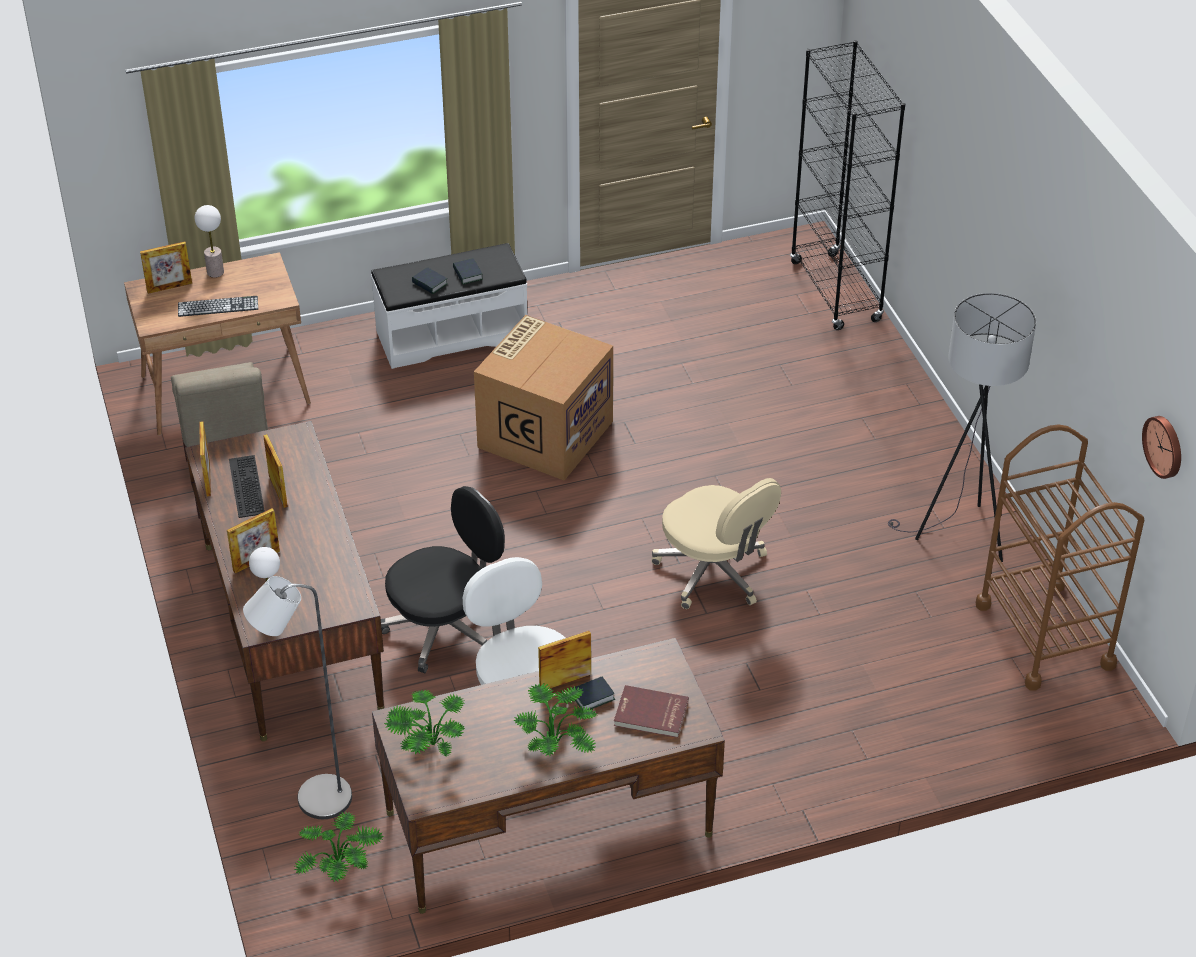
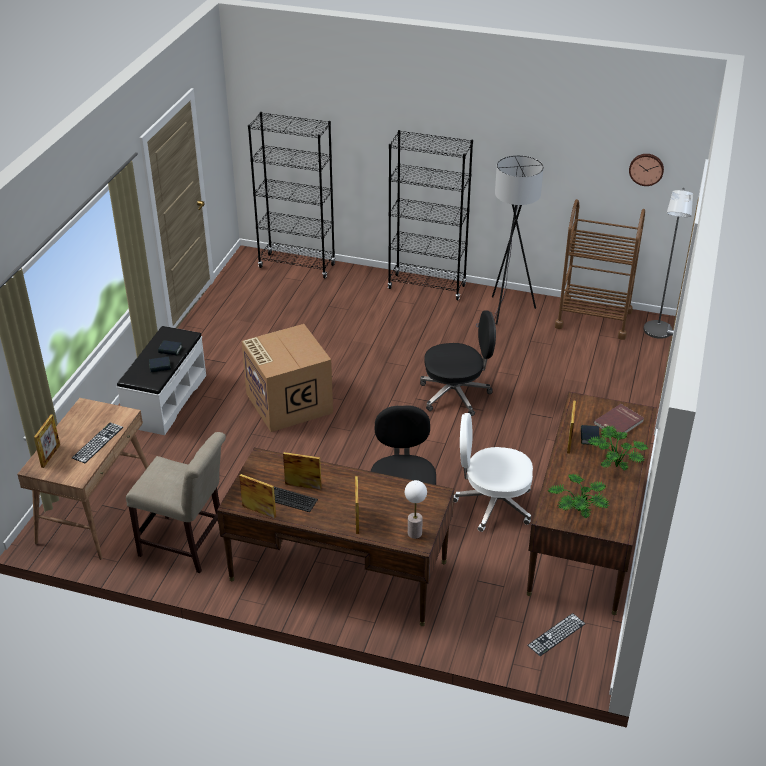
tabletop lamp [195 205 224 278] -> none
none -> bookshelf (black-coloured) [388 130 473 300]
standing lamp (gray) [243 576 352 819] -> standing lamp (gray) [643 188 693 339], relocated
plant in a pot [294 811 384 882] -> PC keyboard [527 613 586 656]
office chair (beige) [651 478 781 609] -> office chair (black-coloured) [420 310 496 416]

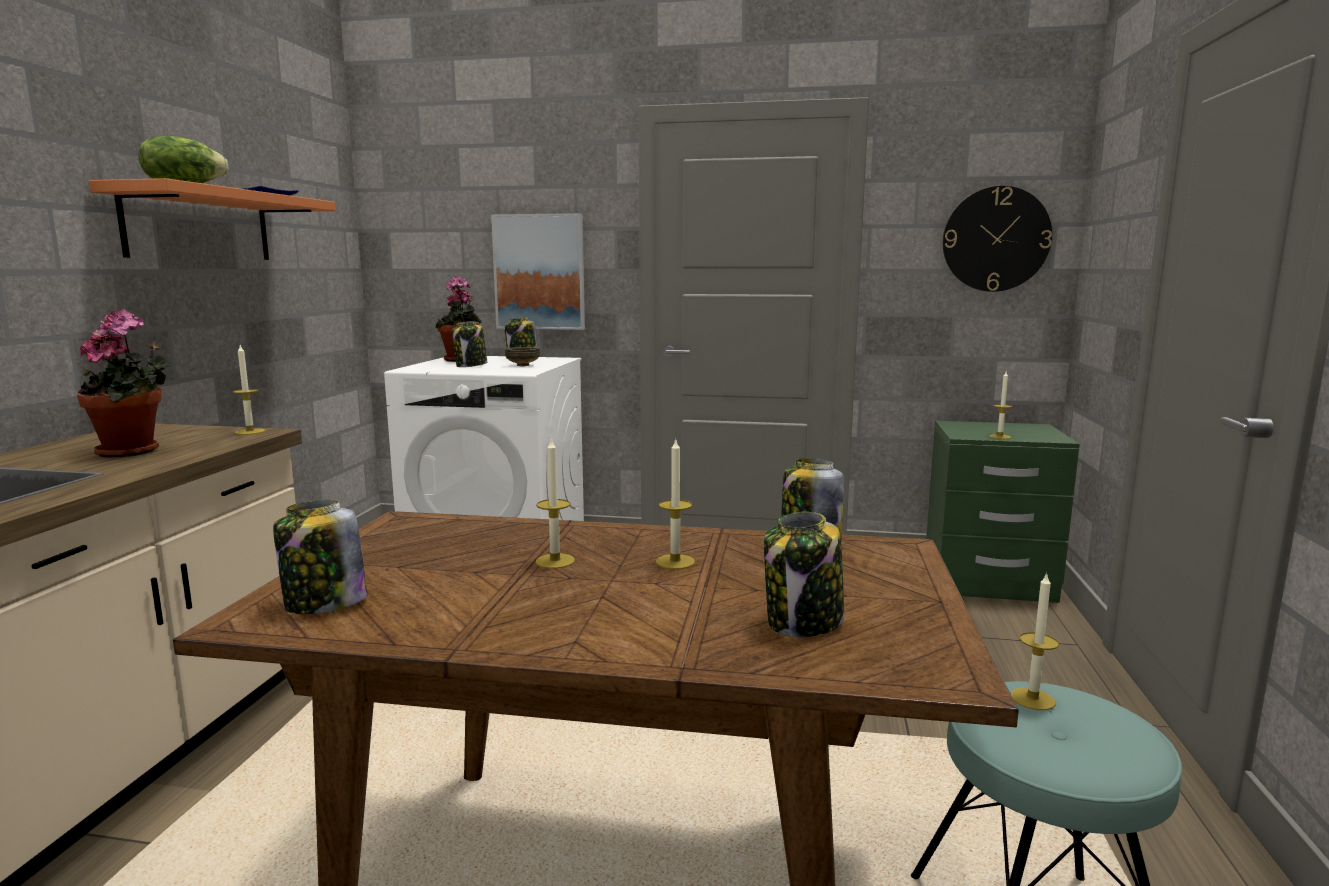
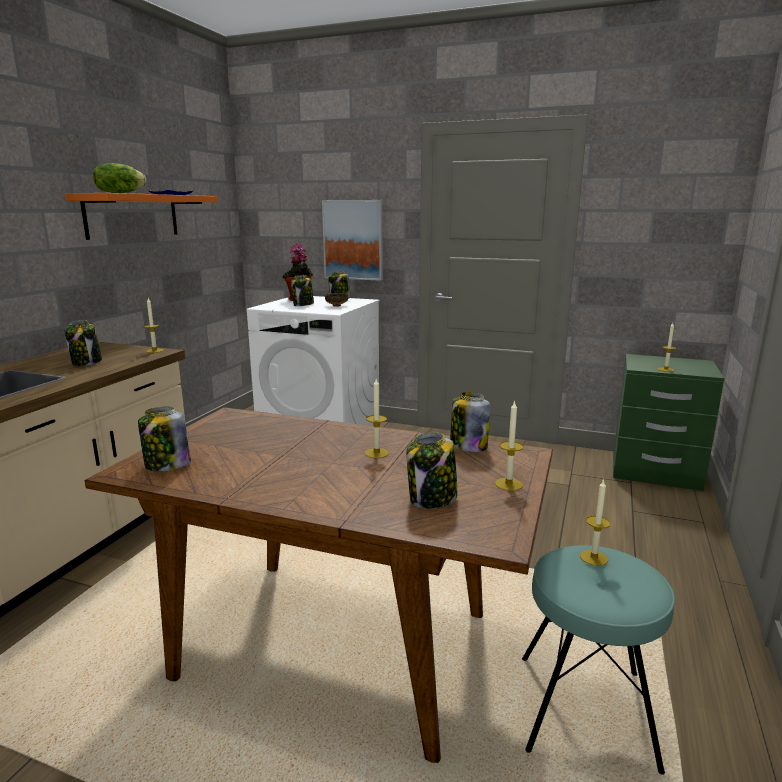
wall clock [943 186 1052 292] -> none
candle [535 438 575 569] -> candle [495 400 524 491], relocated
plant in a pot [77 309 171 457] -> jar [64 320 102 366]

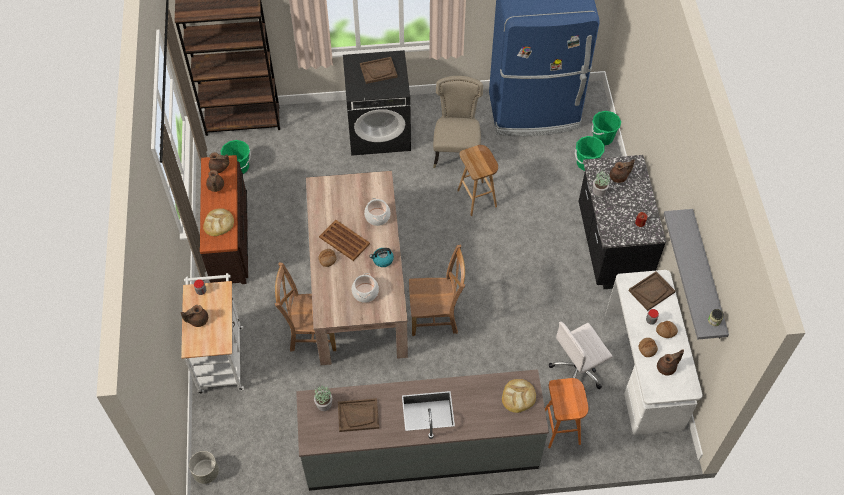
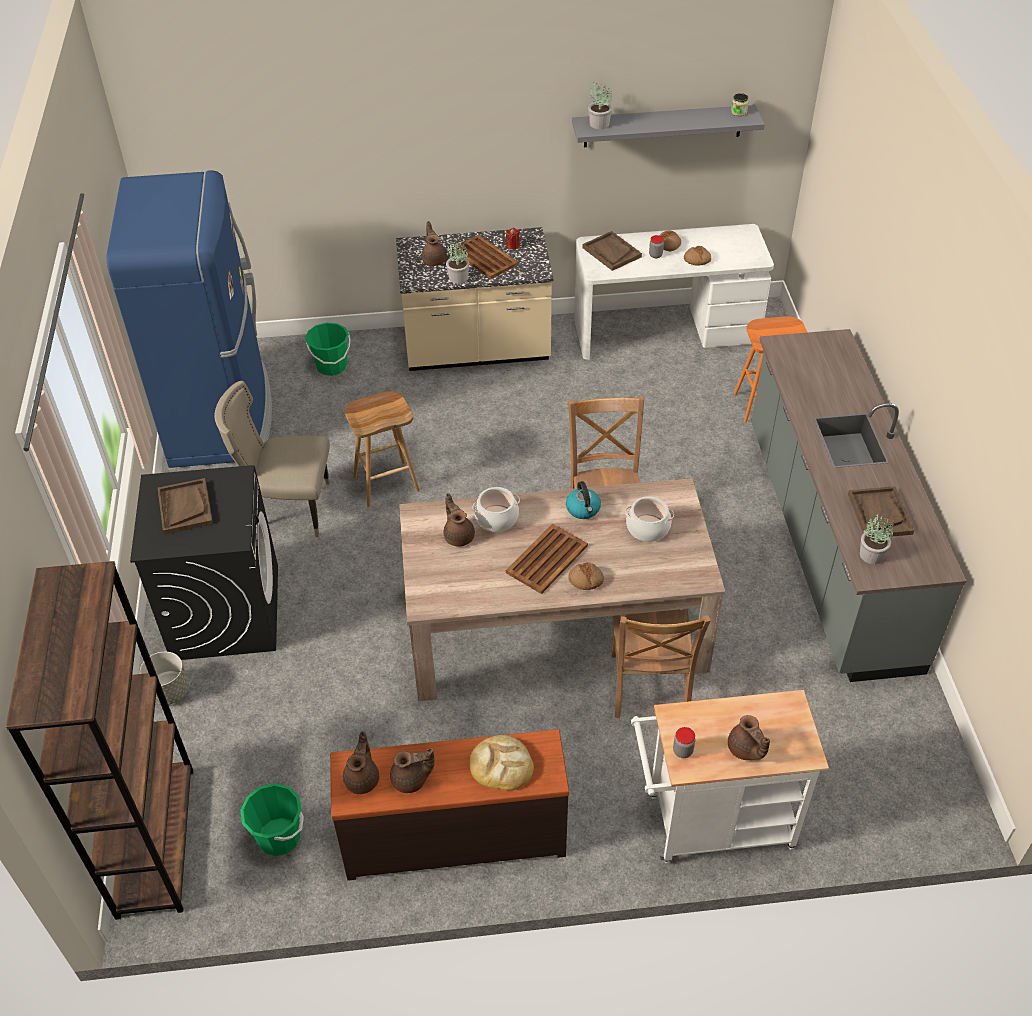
bakery bread [502 379 536 413] -> none
office chair (white) [549 322 613 389] -> none
bucket (green-coloured) [592 111 621 146] -> none
none -> serving tray (brown) [452 235 518 279]
none -> plant in a pot [588 82 612 129]
planter (gray) [189 451 219 484] -> planter (gray) [140 652 189 705], relocated
pot for tea (brown) [657 349 684 376] -> pot for tea (brown) [443 493 475 547], relocated
kitchen counter (black-coloured) [579 155 666 289] -> kitchen counter (beige) [396 227 553 371]

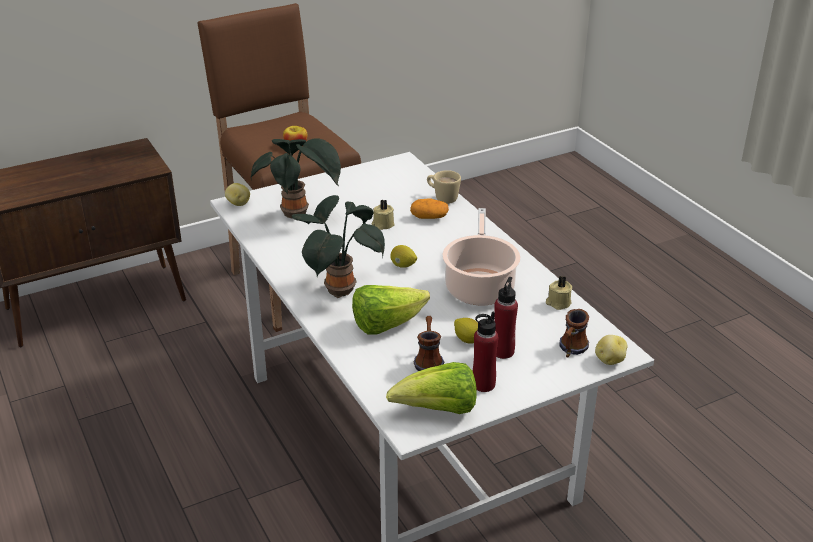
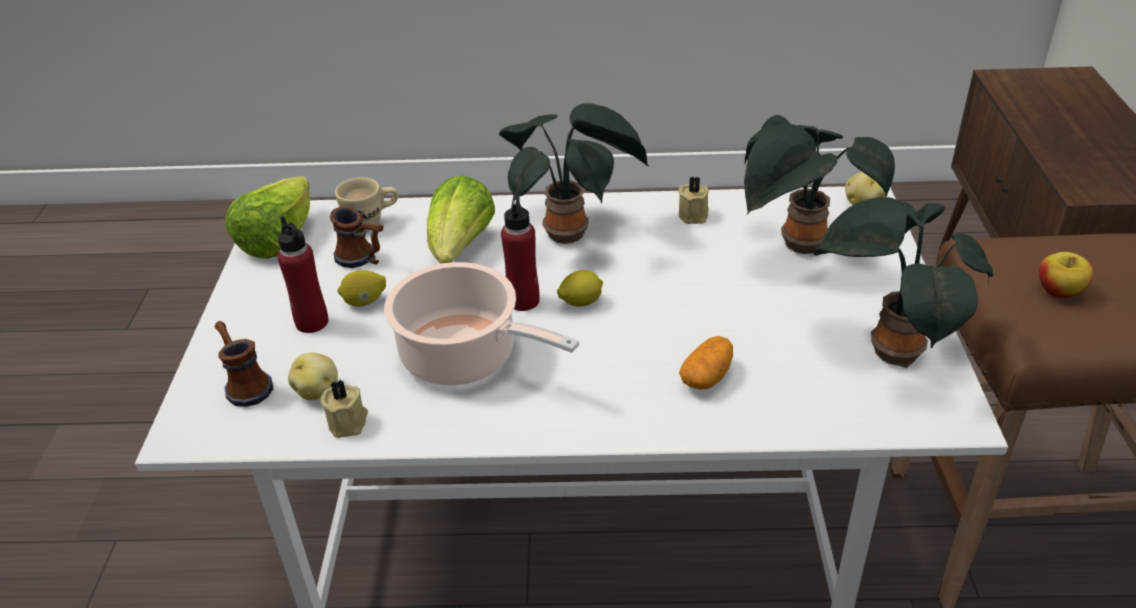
none -> plant in a pot [813 197 994 368]
candle (beige) [372 199 395 230] -> candle (beige) [678 176 709 224], relocated
coffee mug (beige) [427 170 461 204] -> coffee mug (beige) [335 177 398 231], relocated
drink bottle (red) [473 311 498 392] -> drink bottle (red) [501 191 540 311], relocated
potato [595 335 627 365] -> potato [288 352 338 400], relocated

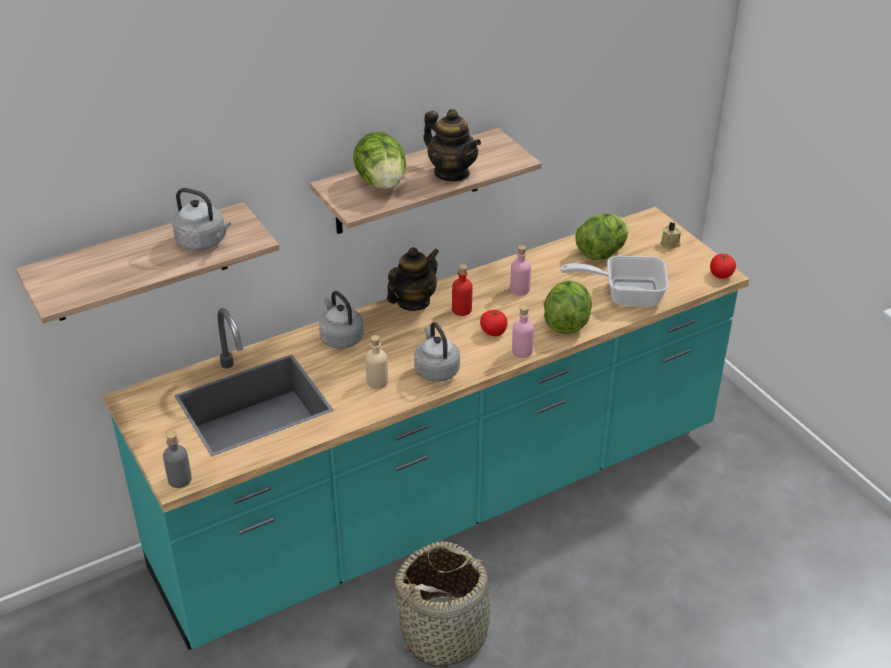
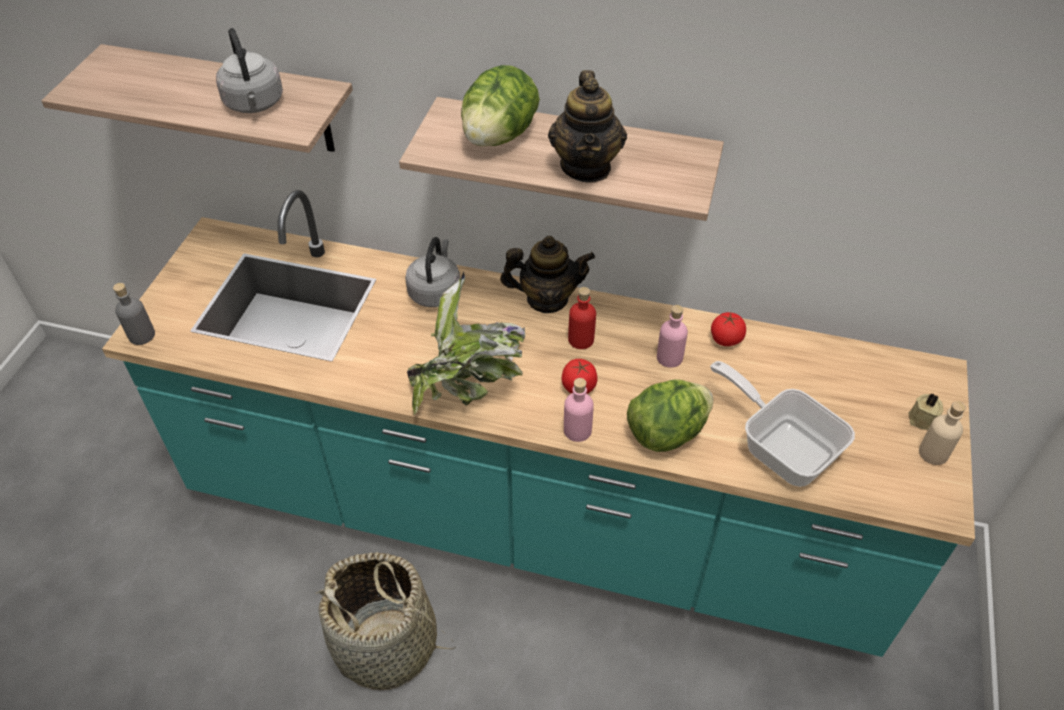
lettuce [576 213 629 260] -> none
drink bottle (beige) [365 335 388 389] -> drink bottle (beige) [919 401 966 465], relocated
fresh tomato [710 254 736 279] -> fresh tomato [711 312 746 346], relocated
kettle (gray) [414 322 460 382] -> plant in a pot [407 272 525 416]

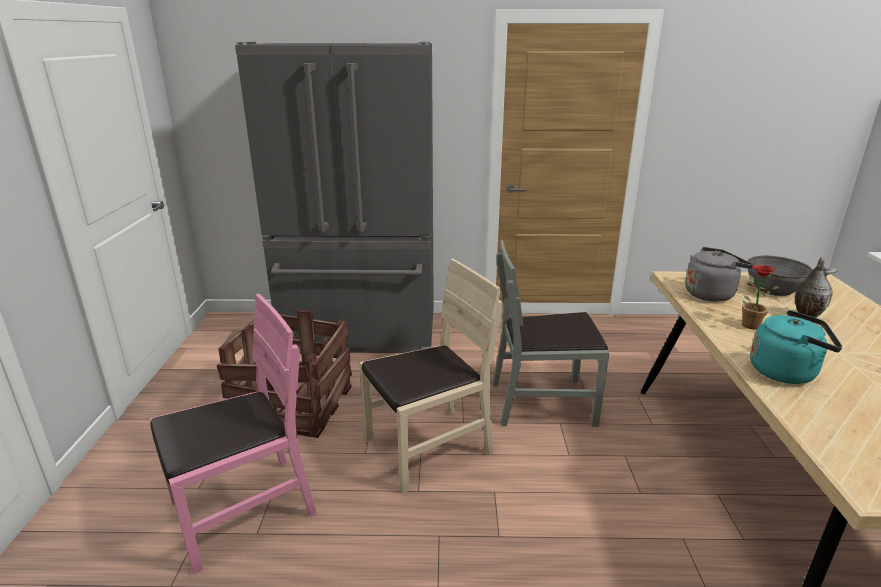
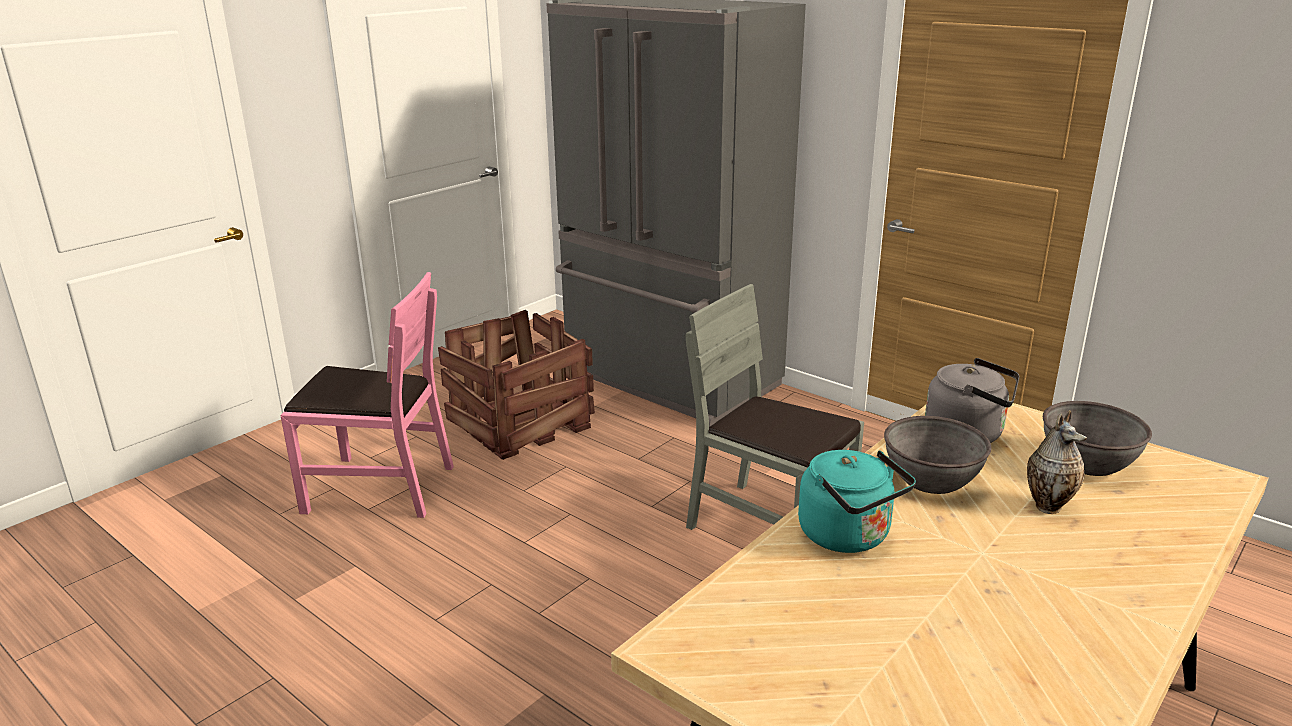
plain chair (beige) [360 258 503 493] -> none
plant in a pot [742 265 779 329] -> deep dish (gray) [884 416 991 494]

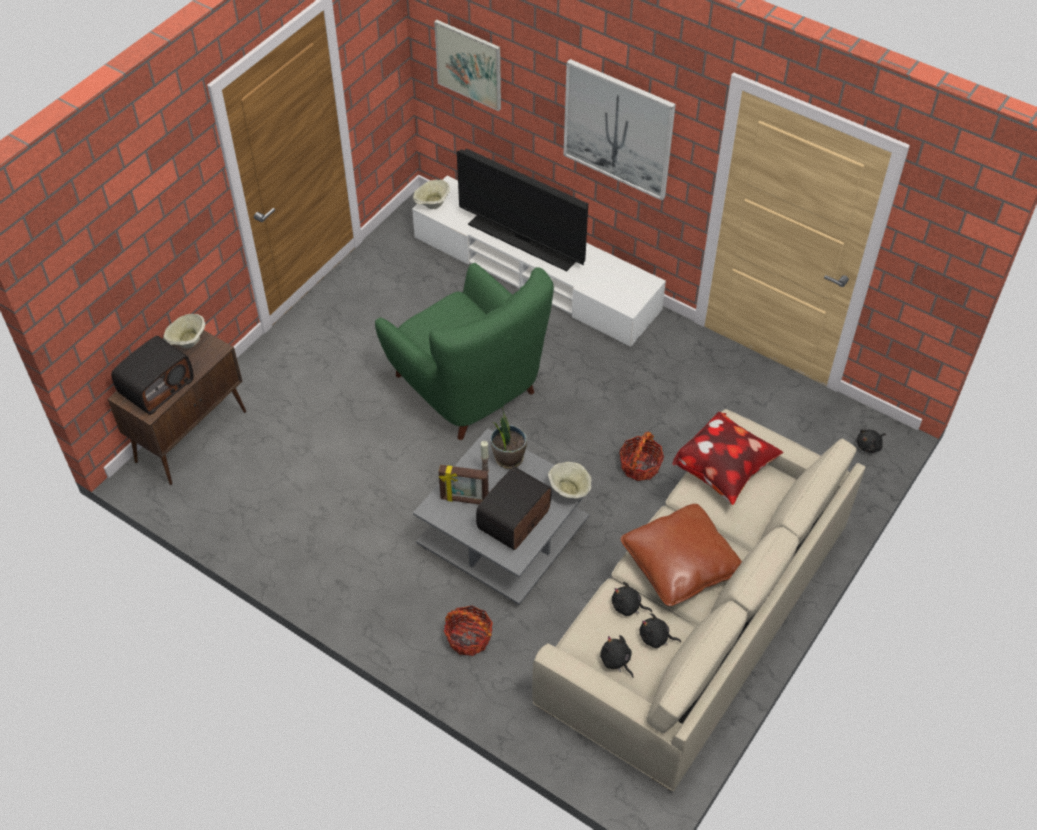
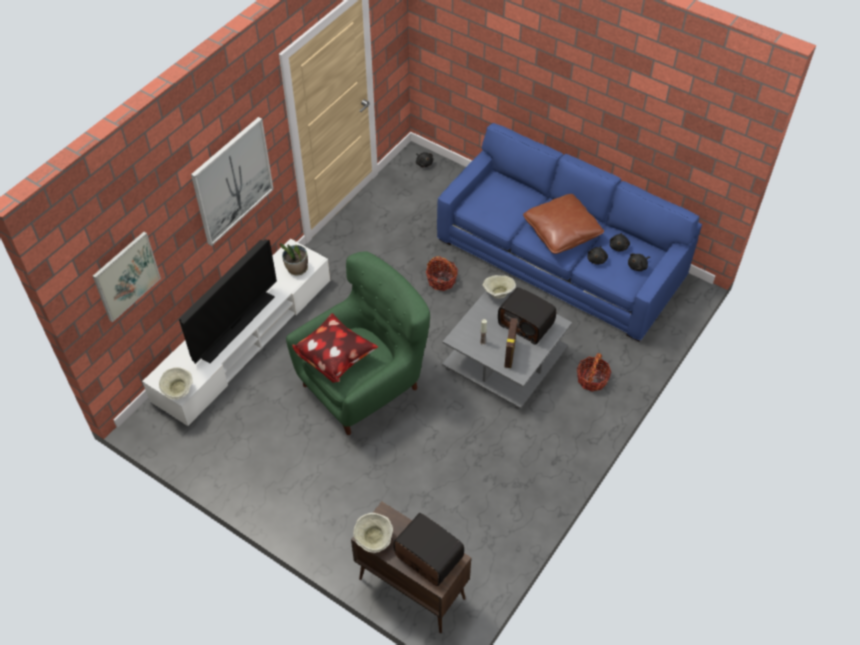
plant in a pot [491 407 527 469] -> plant in a pot [280 243 308 276], relocated
pillow [672 412 783 505] -> pillow [292 313 378 383], relocated
couch (beige) [532 409 866 791] -> couch (blue-coloured) [437 123 702 341]

